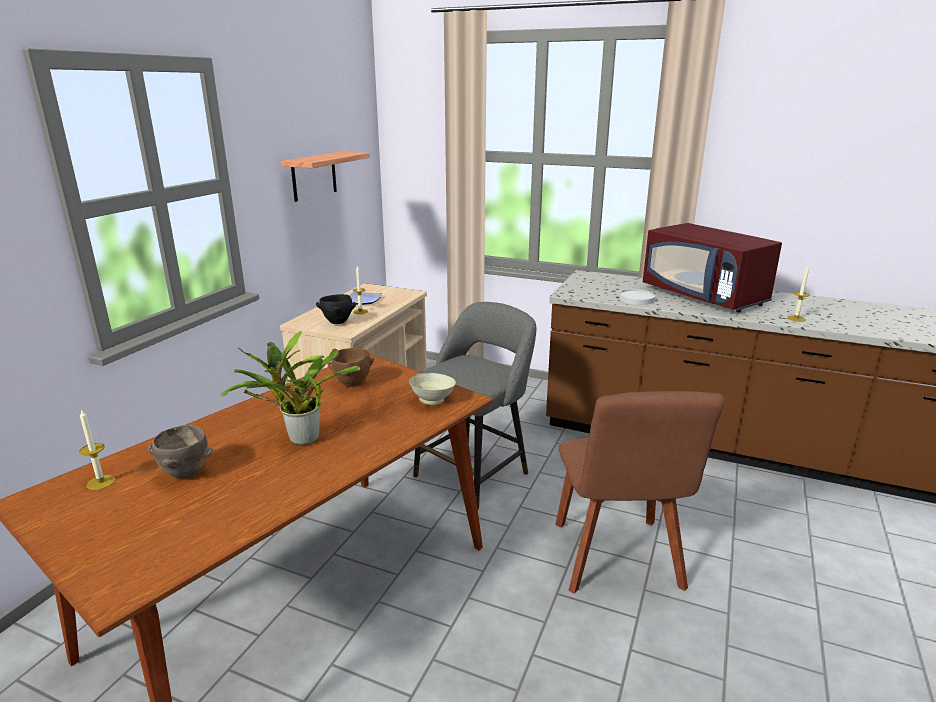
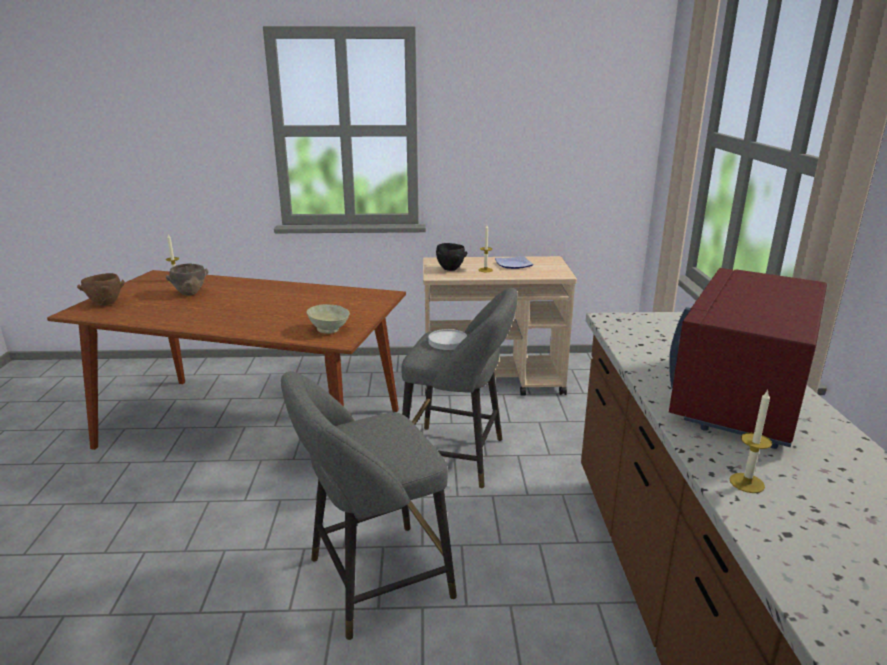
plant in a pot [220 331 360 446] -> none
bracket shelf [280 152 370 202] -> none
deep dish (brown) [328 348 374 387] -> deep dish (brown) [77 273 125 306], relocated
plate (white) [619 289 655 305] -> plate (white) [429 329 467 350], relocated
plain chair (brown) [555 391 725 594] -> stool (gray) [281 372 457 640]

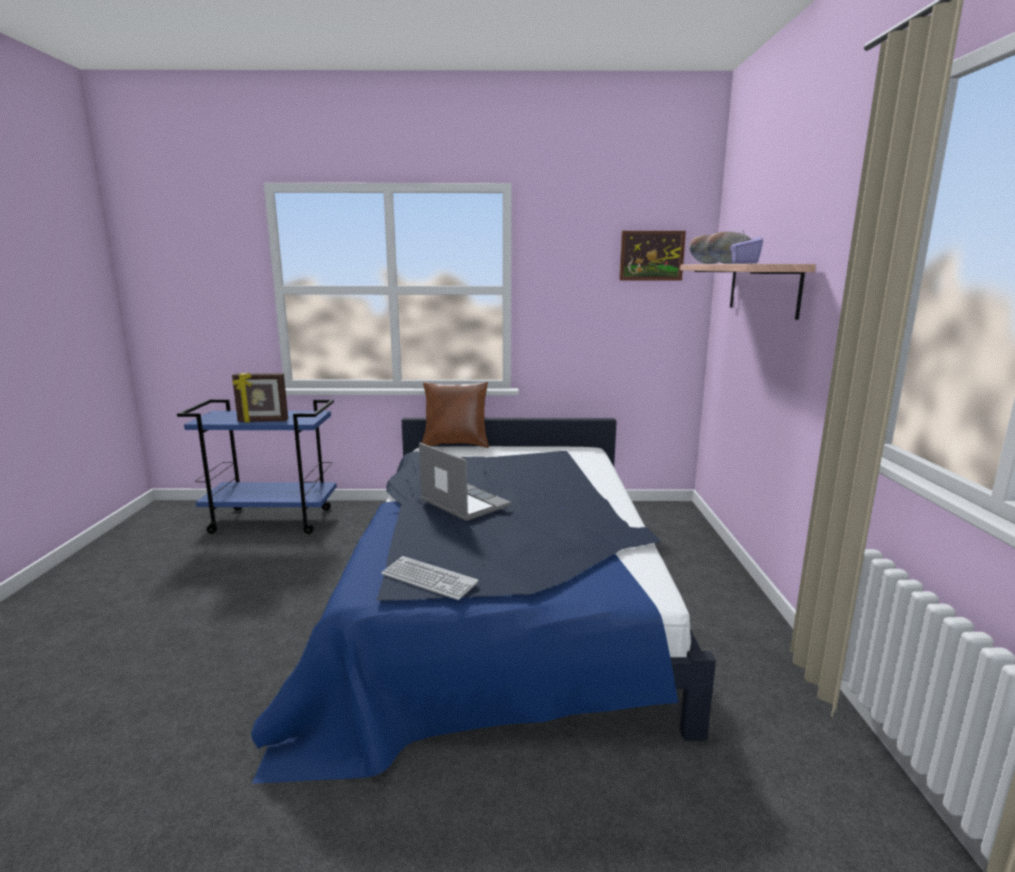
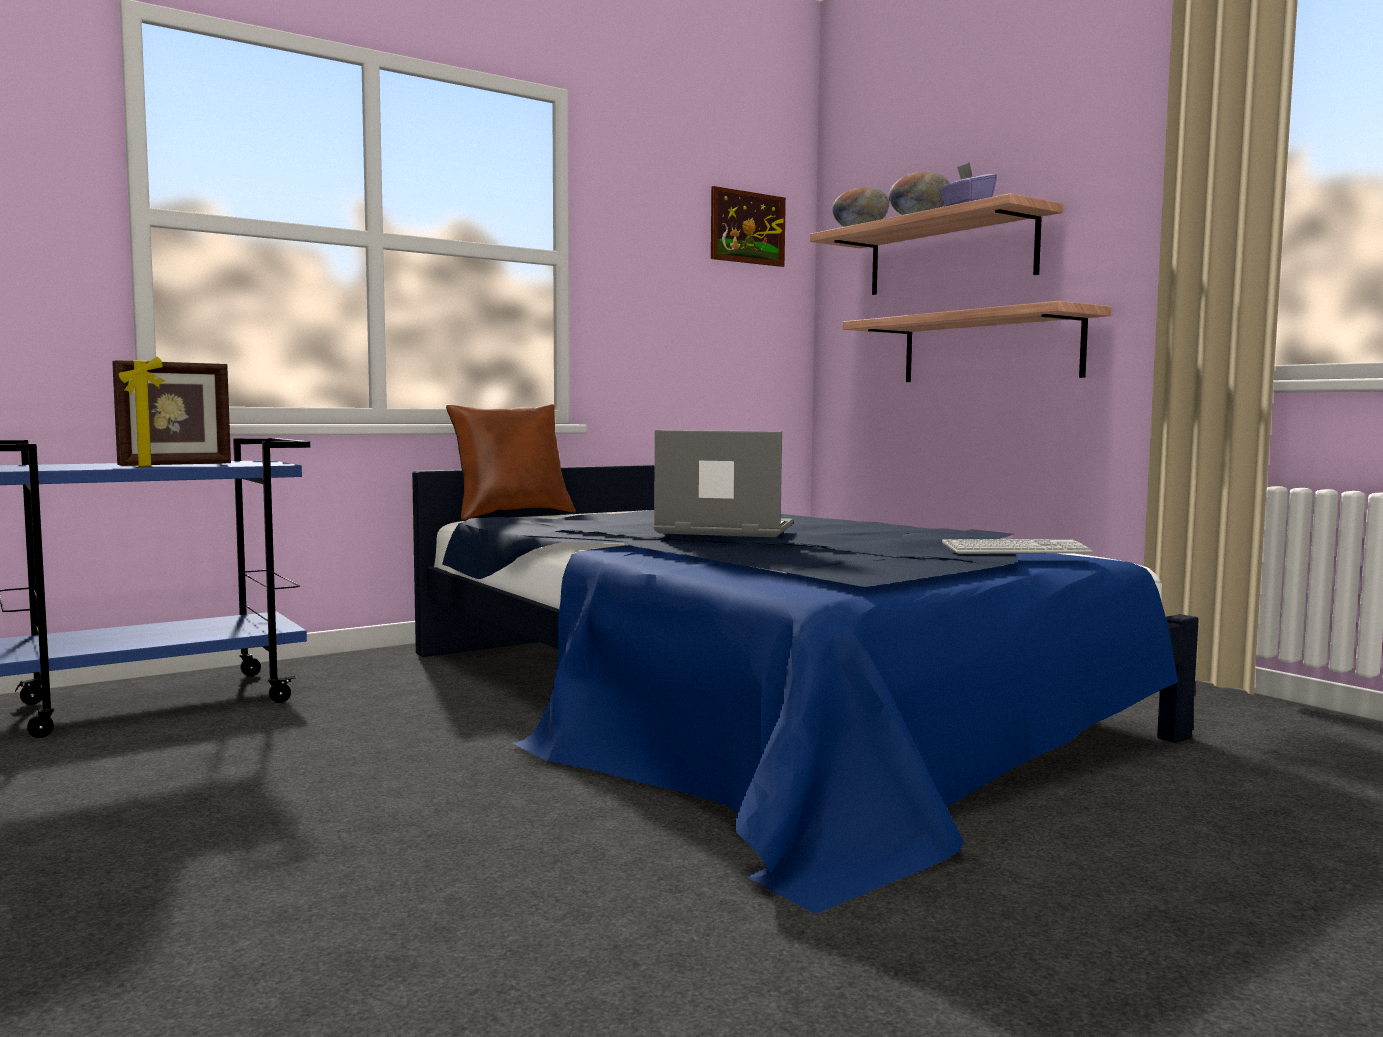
none -> bracket shelf [843 301 1111 382]
PC keyboard [381 556 479 600] -> PC keyboard [942 539 1093 554], relocated

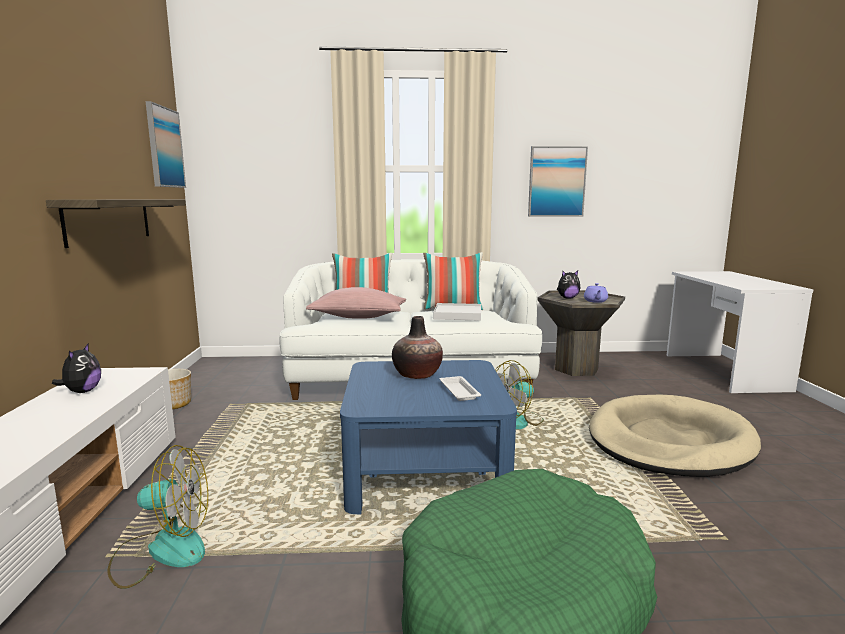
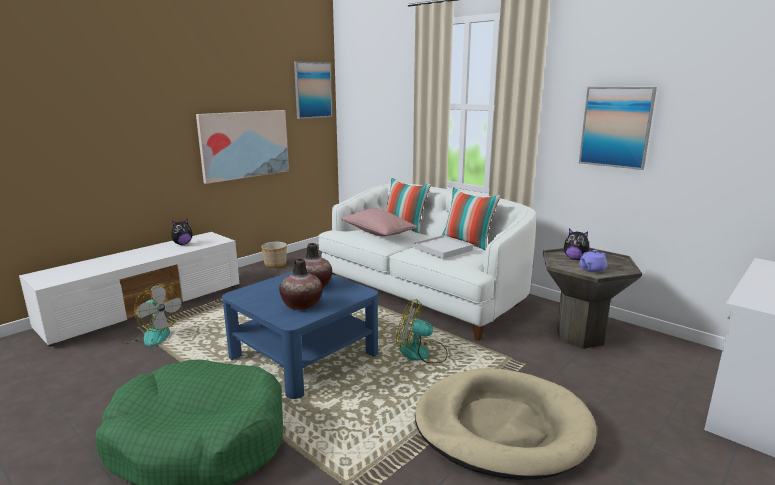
bracket shelf [46 200 186 248] -> wall picture [196 110 289 184]
serving tray (white) [439 376 481 401] -> flower vase [279 258 323 310]

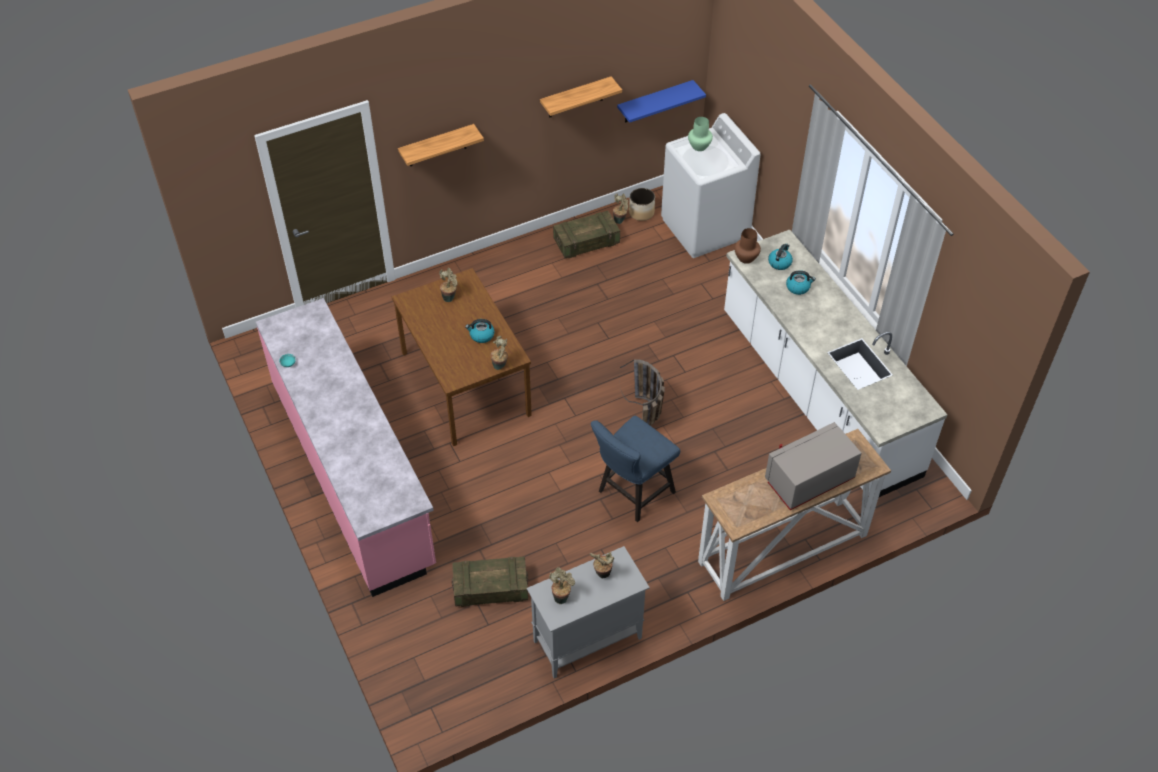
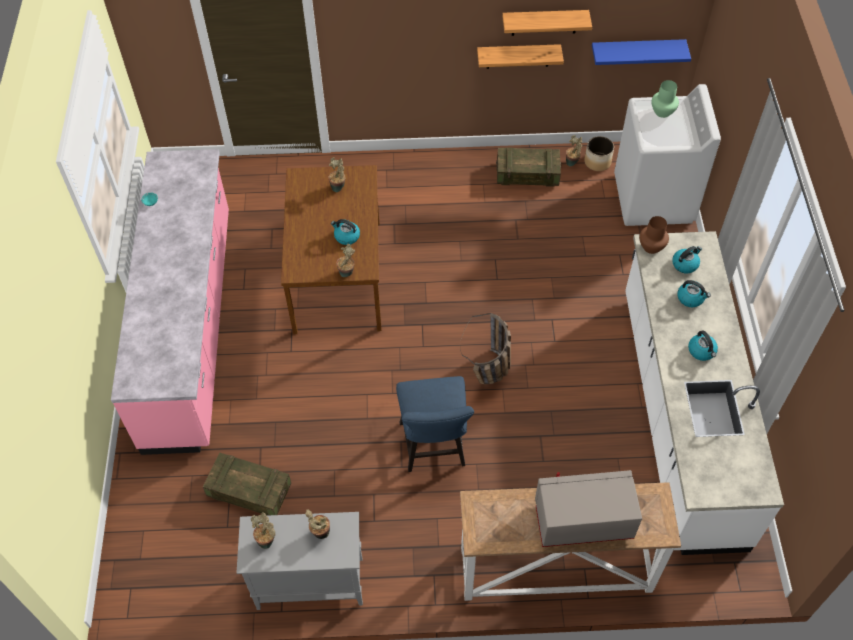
none -> kettle [688 330 718 361]
bracket shelf [398 124 484 166] -> bracket shelf [477 44 564 69], relocated
plain chair (blue-coloured) [591 416 680 522] -> plain chair (blue-coloured) [396 376 474 472], 75 degrees counterclockwise

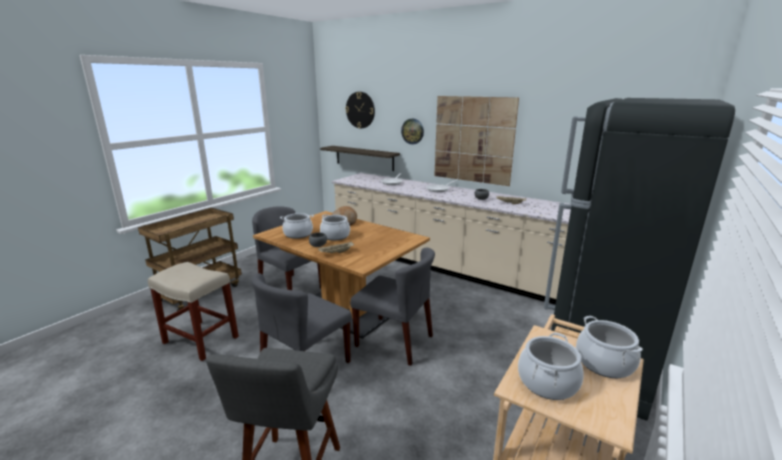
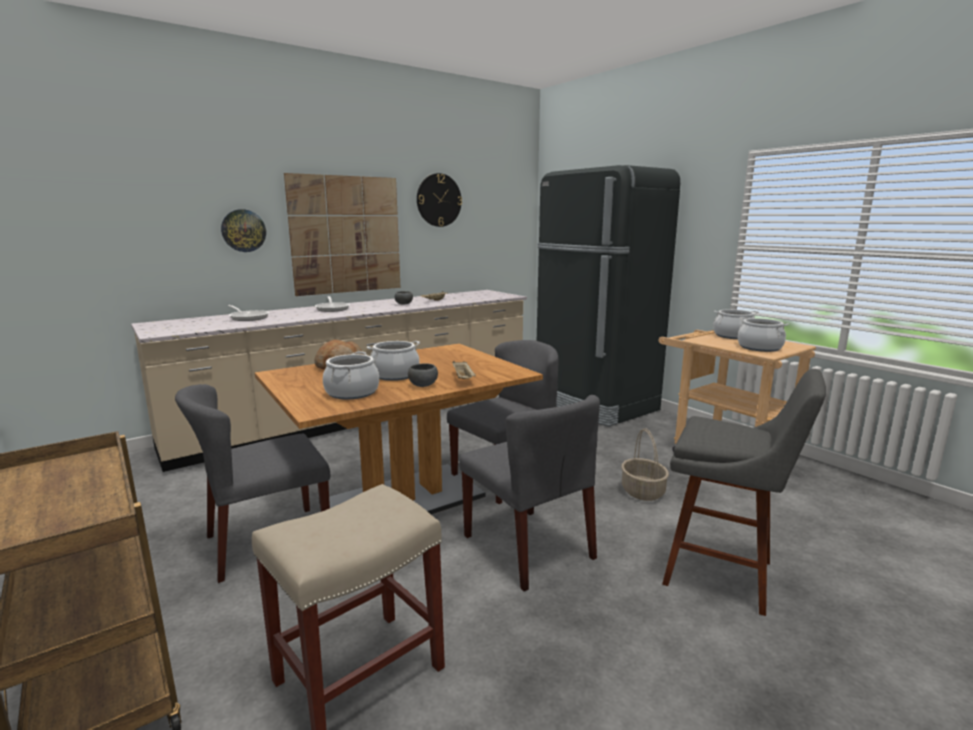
bracket shelf [320 146 400 171] -> none
none -> storage basket [621 428 669 501]
wall clock [345 92 375 128] -> wall clock [417 173 462 227], relocated

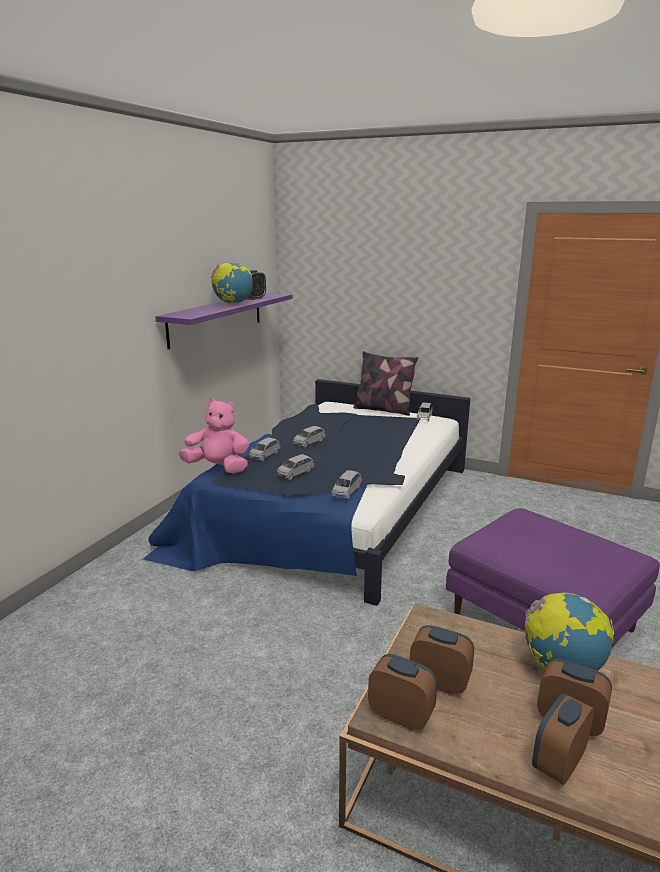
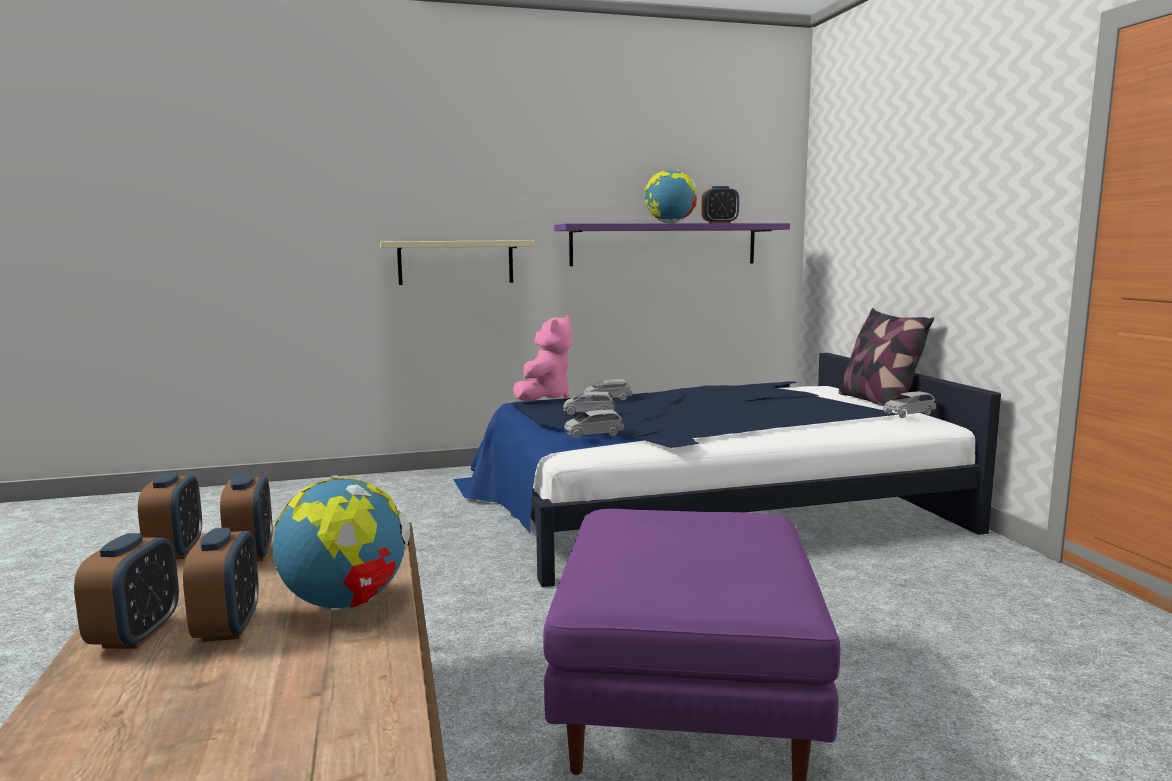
toy car (gray) [293 426 325 448] -> none
none -> bracket shelf (beige) [380 240 534 285]
cuddly toy (pink) [178 398 249 473] -> cuddly toy (pink) [513 315 572 402], 45 degrees clockwise
alarm clock [532 693 594 785] -> alarm clock [74 533 179 649], 90 degrees clockwise

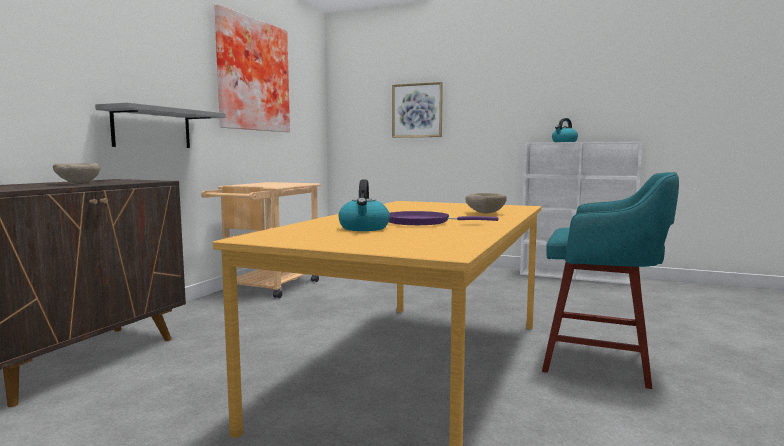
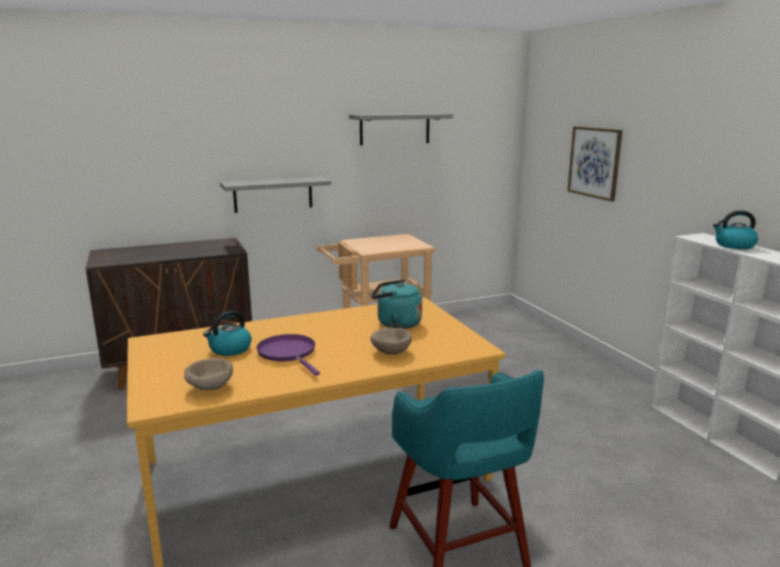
none -> kettle (turquoise) [371 280 422 329]
deep dish (beige) [53 163 101 183] -> deep dish (beige) [184 358 233 390], relocated
wall picture [214 4 290 132] -> bracket shelf (gray) [349 113 453 145]

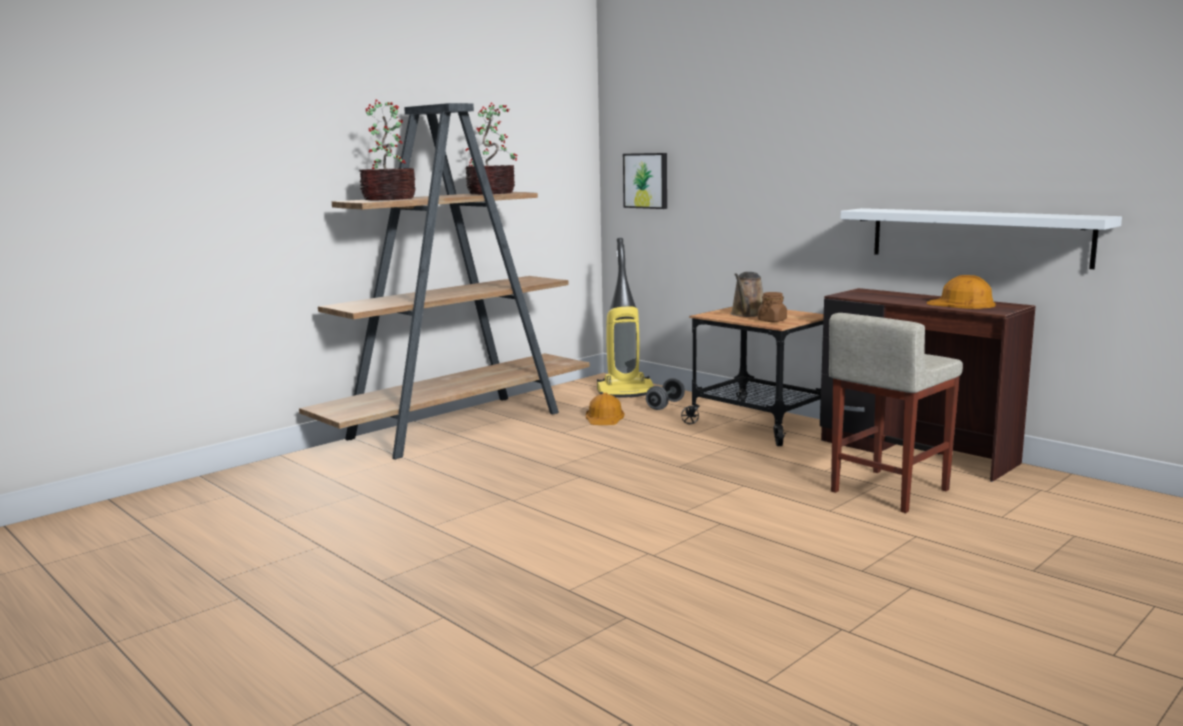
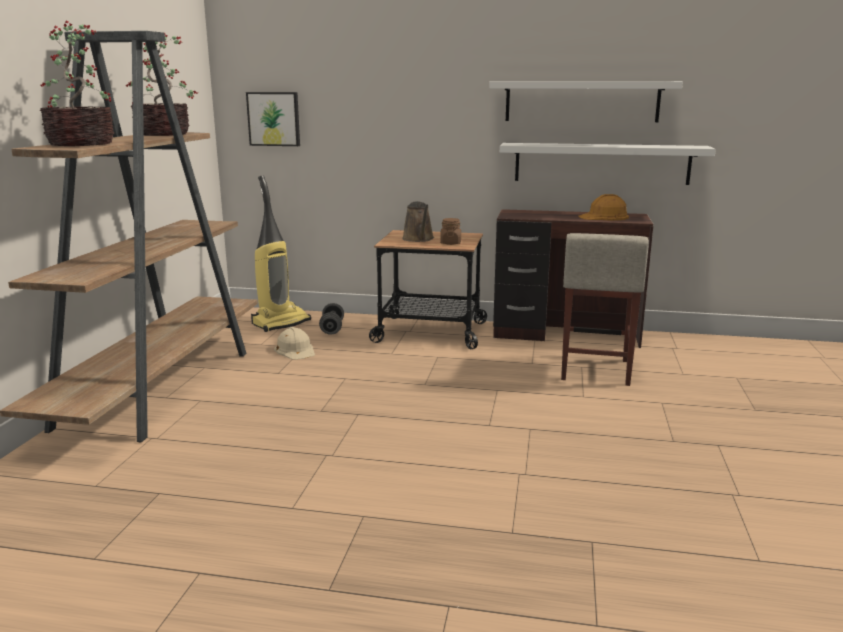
none -> bracket shelf (white) [489 81 683 122]
work helmet (orange-coloured) [586 393 624 425] -> work helmet (beige) [274 327 315 360]

